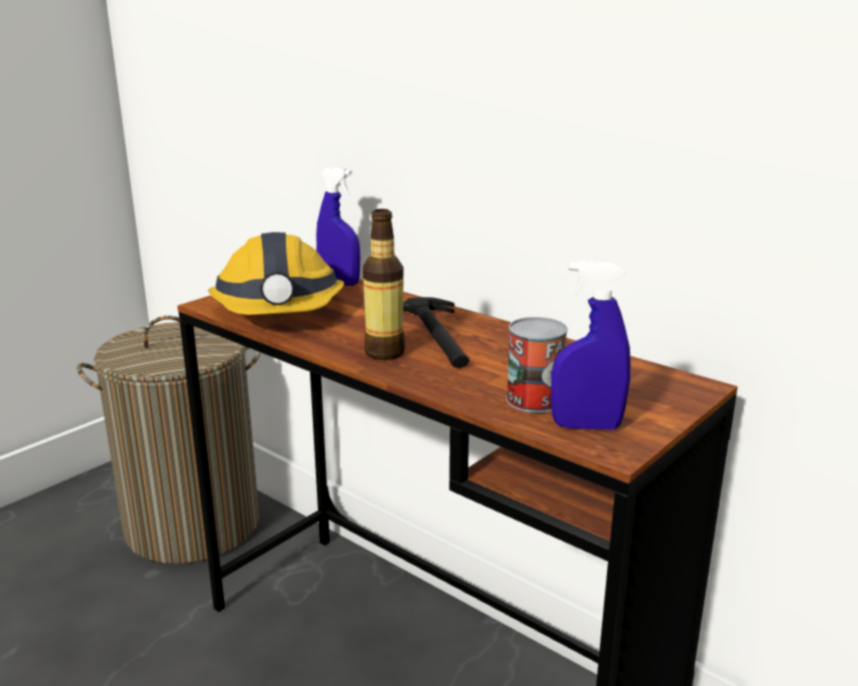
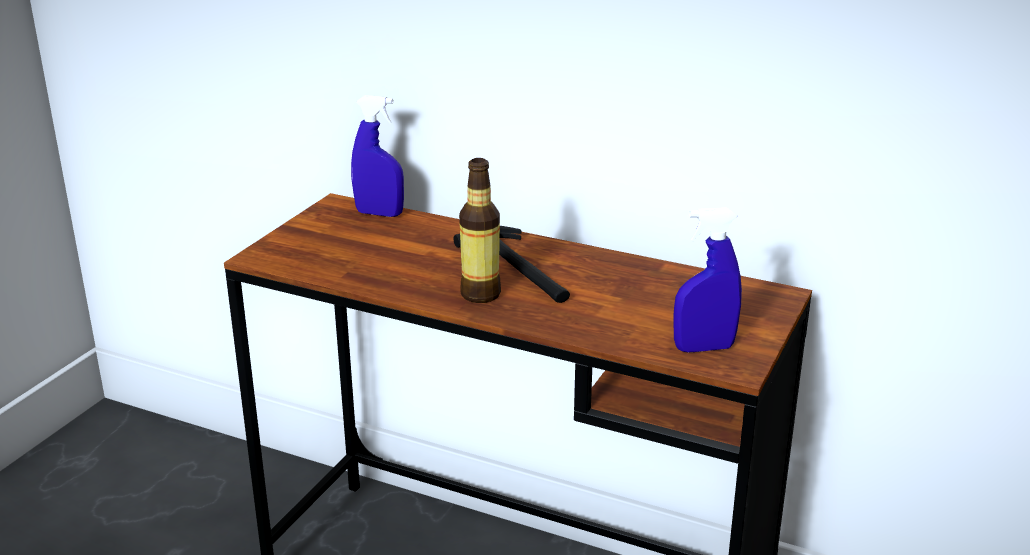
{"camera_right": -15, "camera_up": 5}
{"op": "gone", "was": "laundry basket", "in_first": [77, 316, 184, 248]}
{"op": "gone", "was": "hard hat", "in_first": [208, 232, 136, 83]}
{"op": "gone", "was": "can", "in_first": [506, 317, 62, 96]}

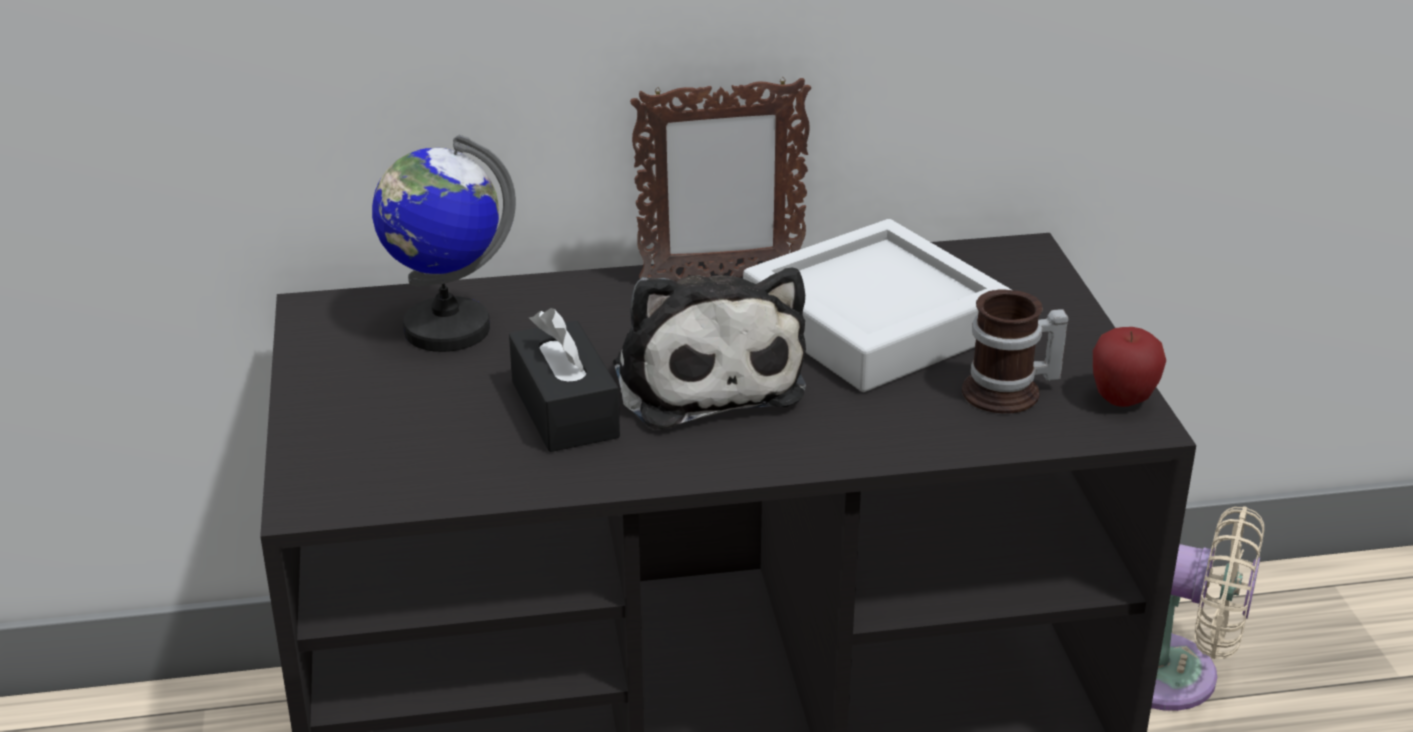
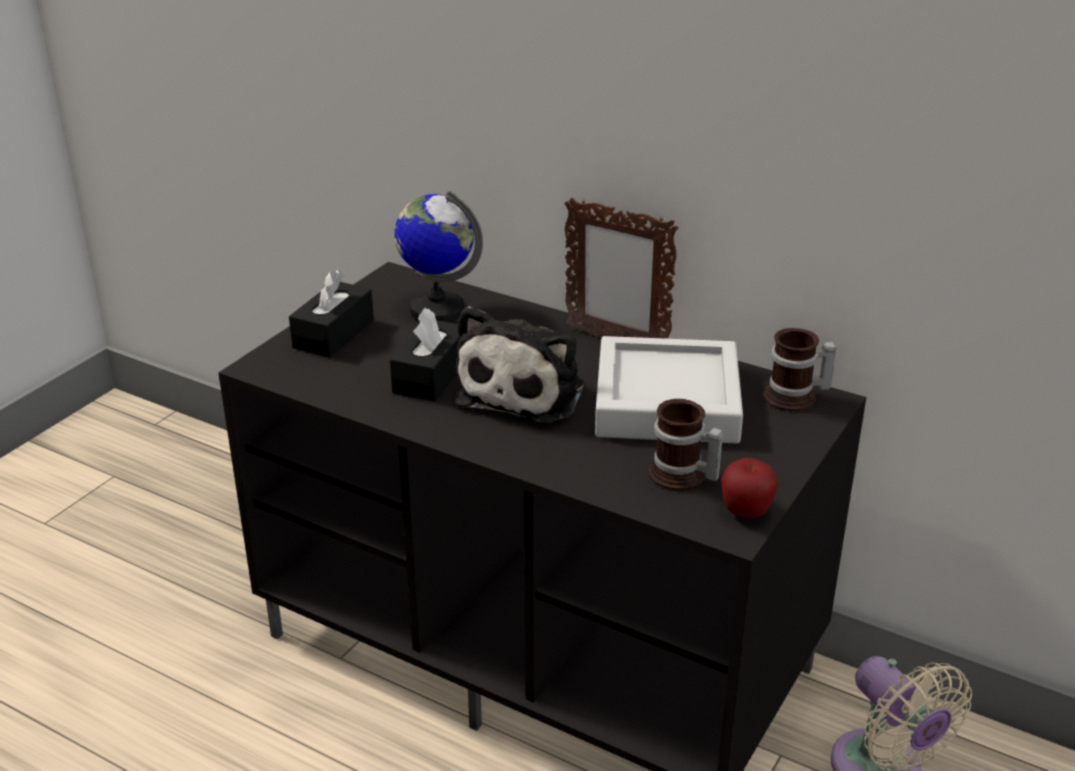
{"camera_right": 40, "camera_up": 0}
{"op": "new", "now": "black tissue box", "in_second": [289, 269, 85, 89]}
{"op": "new", "now": "mug", "in_second": [764, 328, 72, 83]}

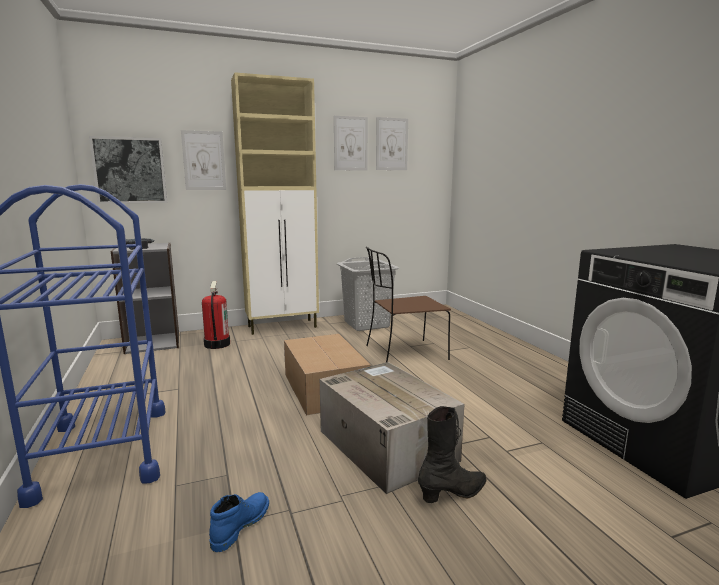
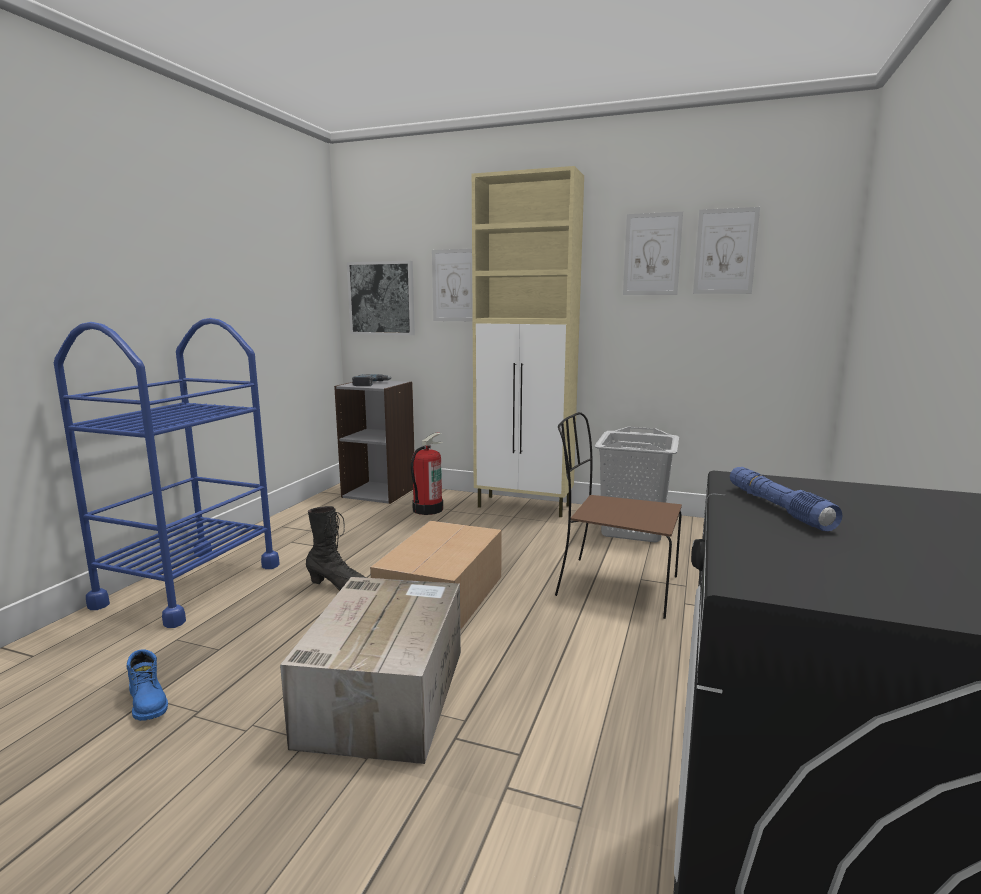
{"camera_right": 40, "camera_up": 0}
{"op": "new", "now": "blue flashlight", "in_second": [730, 467, 113, 64]}
{"op": "shifted", "was": "black boot", "in_first": [418, 406, 69, 97], "in_second": [306, 506, 61, 85]}
{"op": "rotated", "was": "blue boot", "in_first": [209, 492, 60, 60], "in_second": [127, 649, 41, 72], "clockwise": 75}

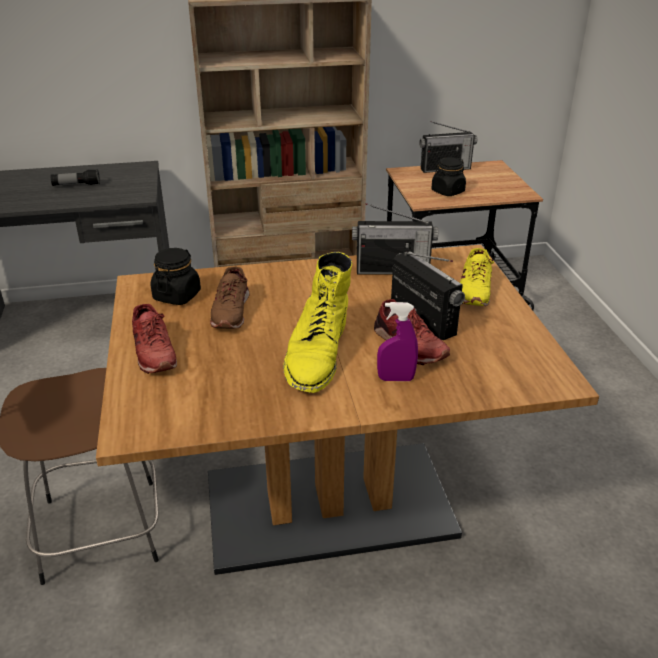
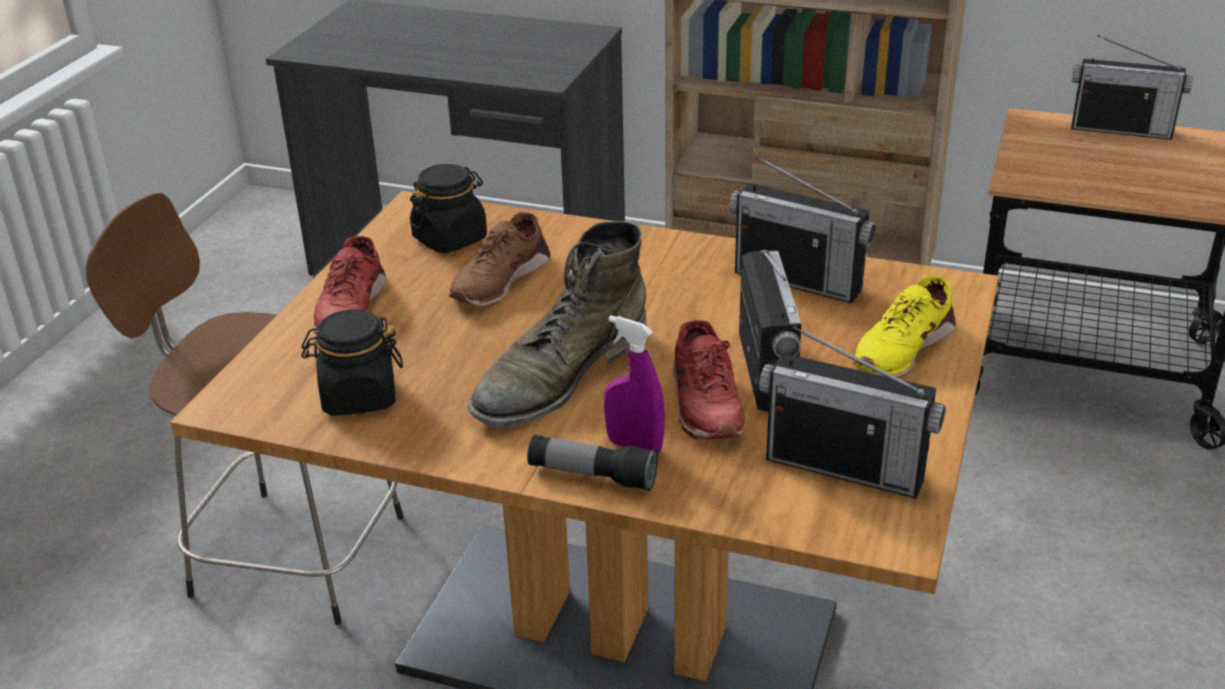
{"camera_right": 30, "camera_up": 0}
{"op": "new", "now": "radio", "in_second": [759, 326, 187, 173]}
{"op": "shifted", "was": "flashlight", "in_first": [50, 169, 50, 17], "in_second": [527, 435, 131, 56]}
{"op": "shifted", "was": "black jar", "in_first": [432, 157, 34, 39], "in_second": [301, 309, 102, 106]}
{"op": "repainted", "was": "yellow boot", "now": "green boot", "in_first": [283, 252, 70, 141], "in_second": [467, 221, 180, 207]}

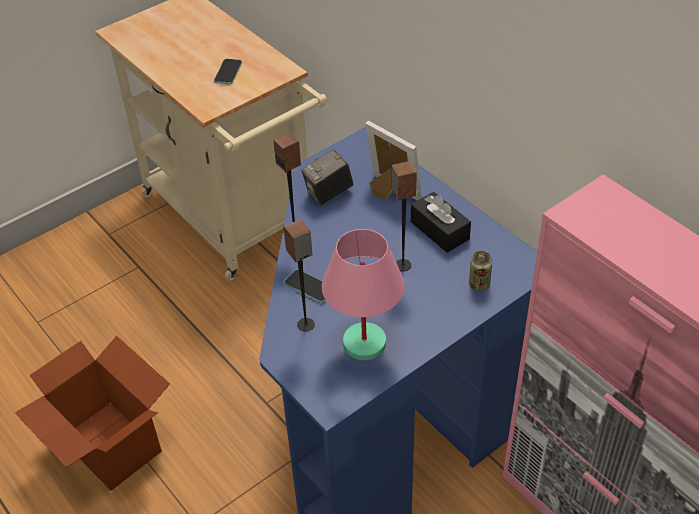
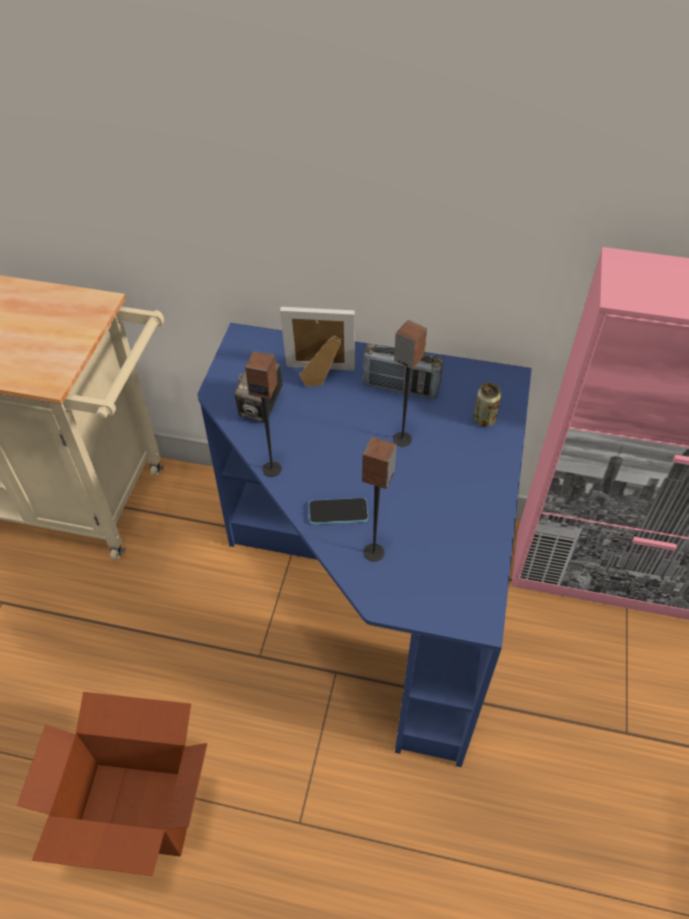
{"camera_right": -40, "camera_up": 5}
{"op": "gone", "was": "phone", "in_first": [214, 59, 28, 25]}
{"op": "gone", "was": "pink table lamp", "in_first": [322, 229, 83, 131]}
{"op": "swapped", "was": "black tissue box", "now": "radio", "in_first": [411, 192, 60, 61], "in_second": [362, 344, 81, 55]}

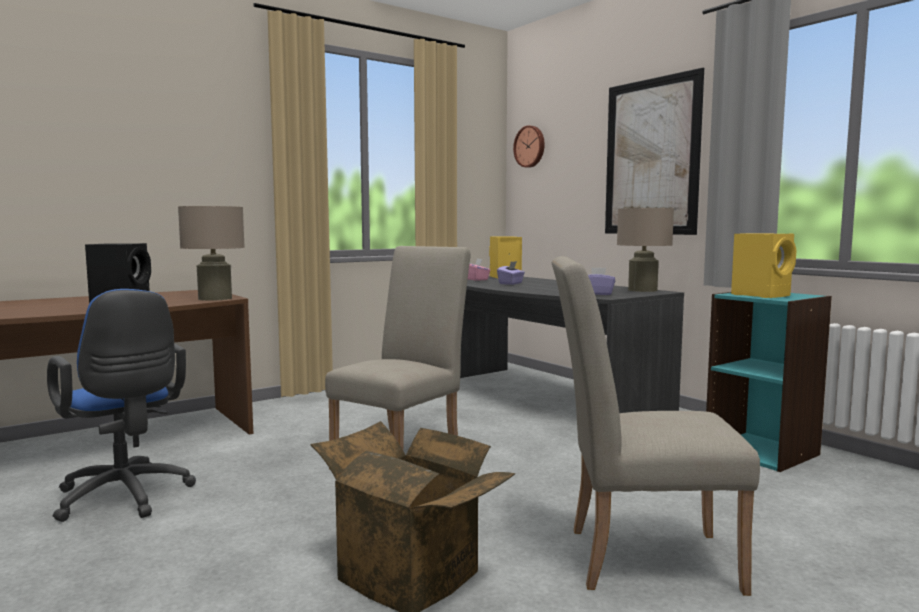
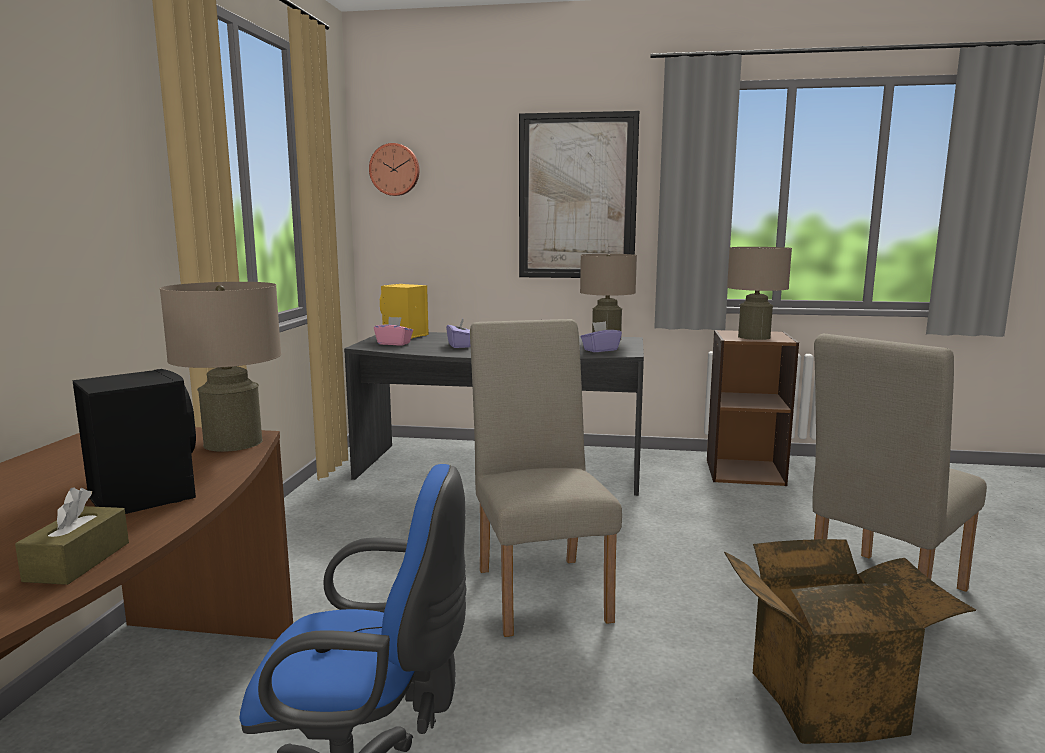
{"camera_right": -45, "camera_up": 5}
{"op": "new", "now": "brown tissue box", "in_second": [15, 488, 114, 97]}
{"op": "swapped", "was": "yellow speaker", "now": "beige table lamp", "in_first": [731, 233, 65, 65], "in_second": [727, 247, 65, 93]}
{"op": "repainted", "was": "turquoise bookcase", "now": "brown bookcase", "in_first": [706, 292, 126, 180], "in_second": [707, 330, 92, 156]}

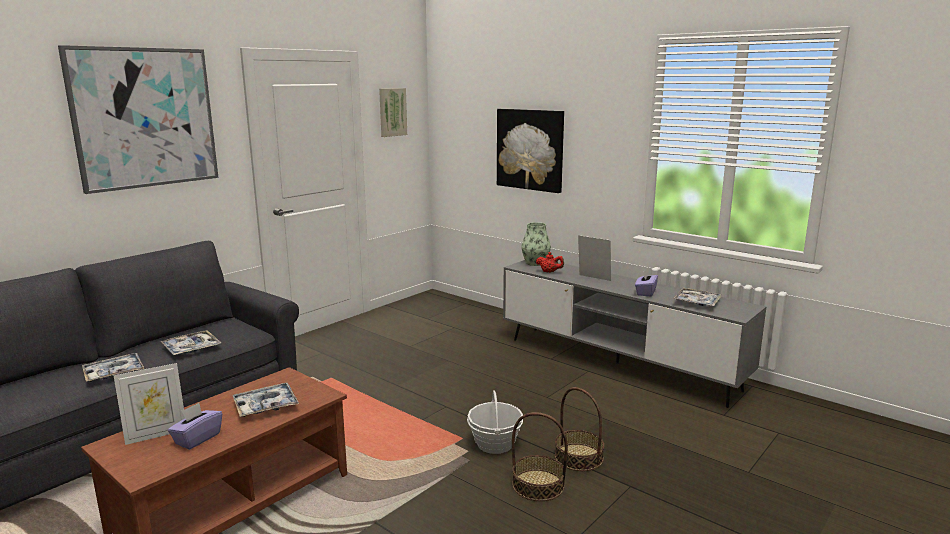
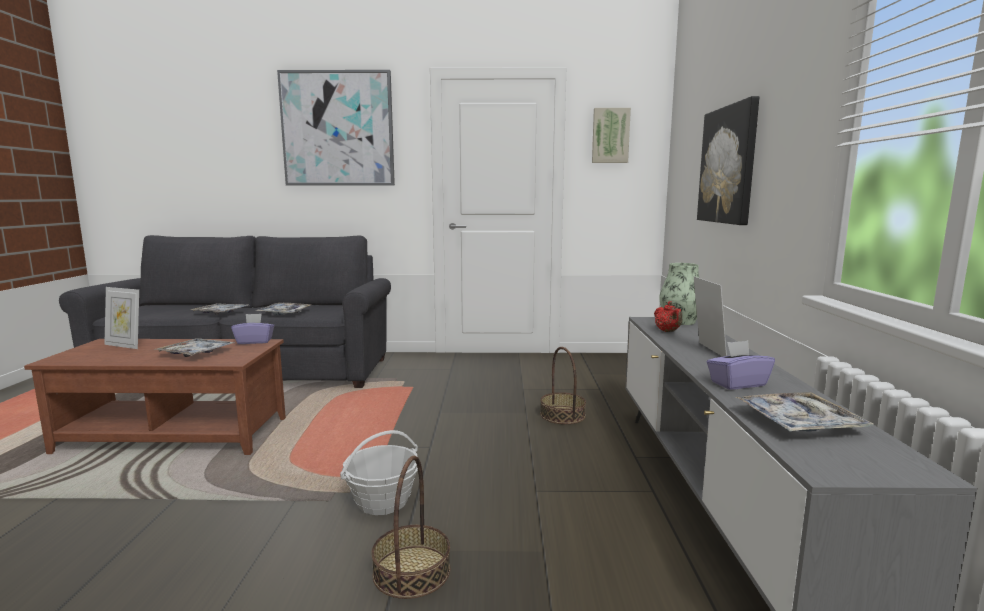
{"camera_right": 50, "camera_up": -5}
{"op": "shifted", "was": "purple tissue box", "in_first": [168, 403, 54, 47], "in_second": [231, 313, 43, 31]}
{"op": "shifted", "was": "basket", "in_first": [512, 412, 56, 89], "in_second": [540, 347, 46, 77]}

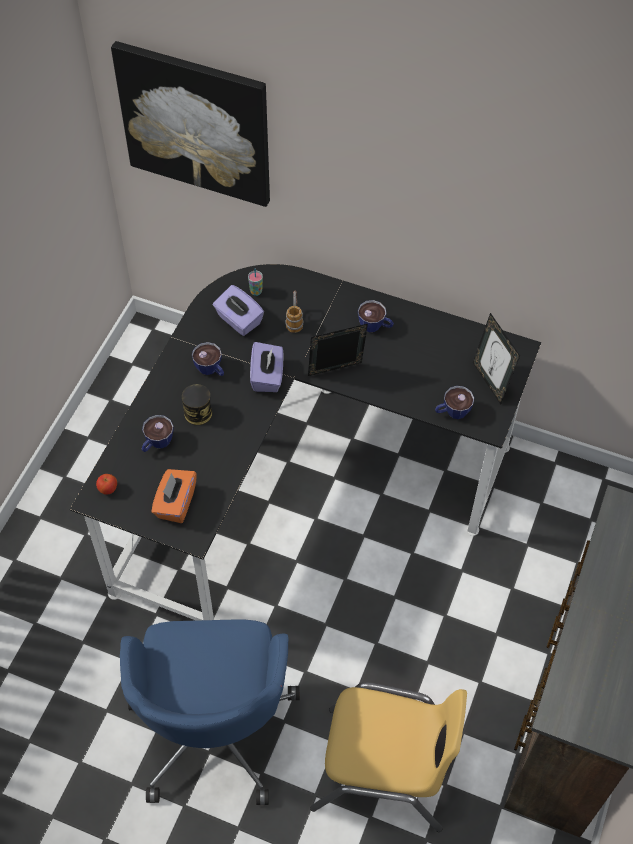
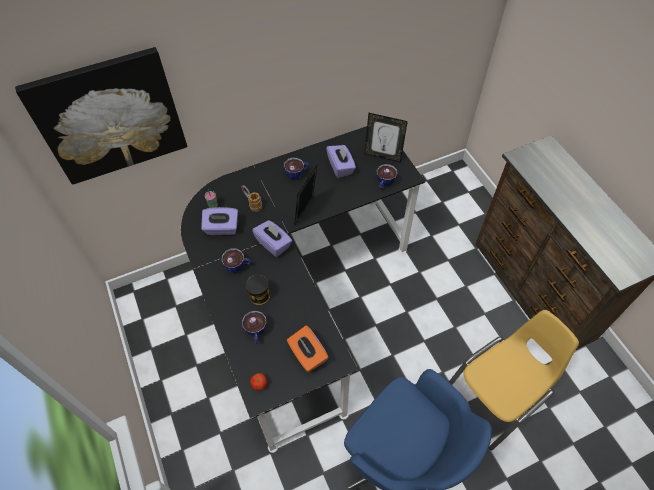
{"camera_right": -45, "camera_up": 0}
{"op": "new", "now": "purple tissue box", "in_second": [326, 145, 30, 33]}

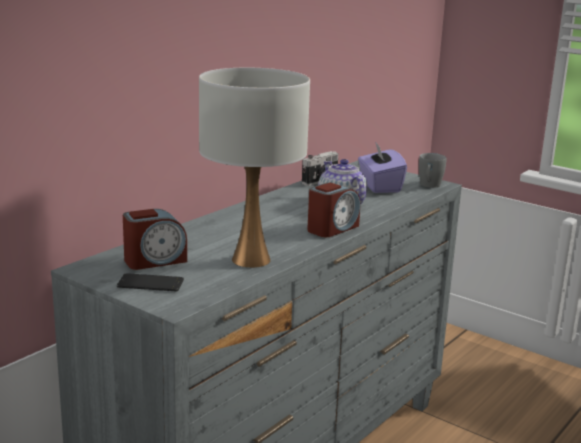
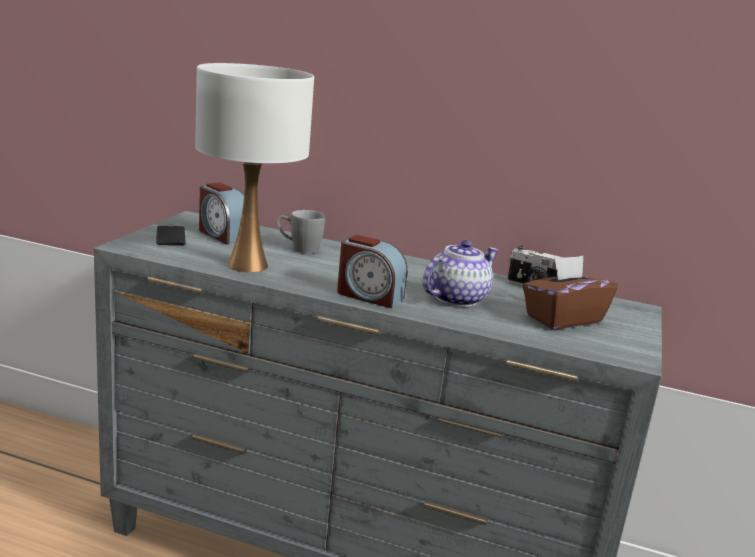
{"camera_right": 70, "camera_up": 0}
{"op": "shifted", "was": "grey mug", "in_first": [419, 153, 28, 35], "in_second": [277, 210, 48, 44]}
{"op": "repainted", "was": "purple tissue box", "now": "brown tissue box", "in_first": [358, 142, 49, 51], "in_second": [523, 256, 95, 73]}

